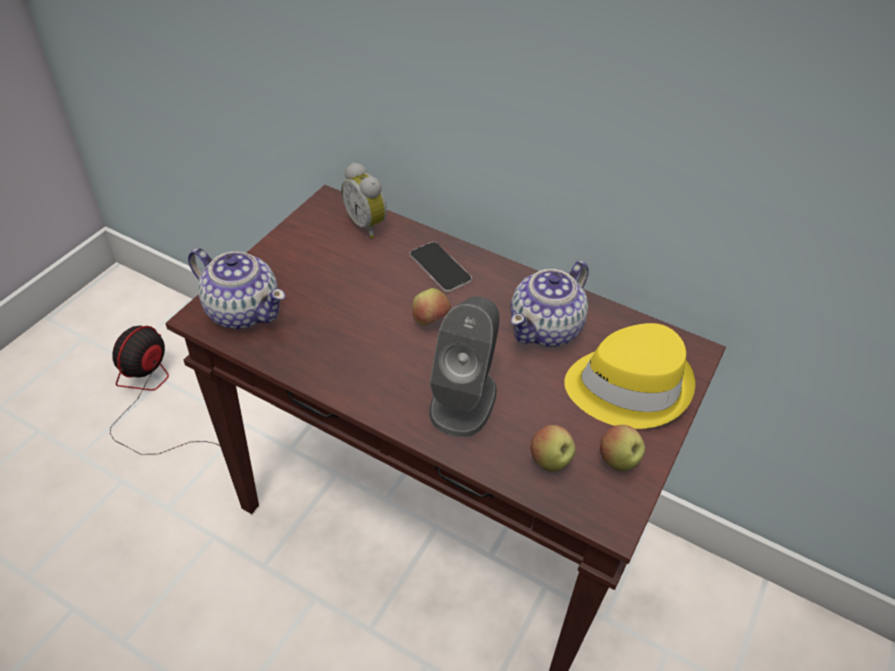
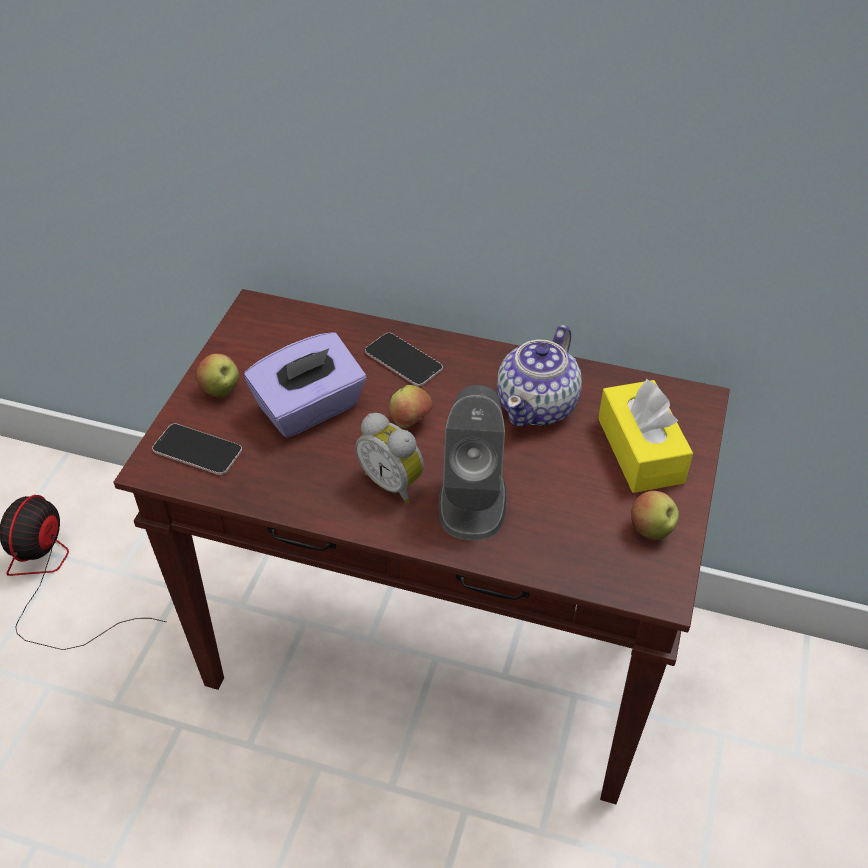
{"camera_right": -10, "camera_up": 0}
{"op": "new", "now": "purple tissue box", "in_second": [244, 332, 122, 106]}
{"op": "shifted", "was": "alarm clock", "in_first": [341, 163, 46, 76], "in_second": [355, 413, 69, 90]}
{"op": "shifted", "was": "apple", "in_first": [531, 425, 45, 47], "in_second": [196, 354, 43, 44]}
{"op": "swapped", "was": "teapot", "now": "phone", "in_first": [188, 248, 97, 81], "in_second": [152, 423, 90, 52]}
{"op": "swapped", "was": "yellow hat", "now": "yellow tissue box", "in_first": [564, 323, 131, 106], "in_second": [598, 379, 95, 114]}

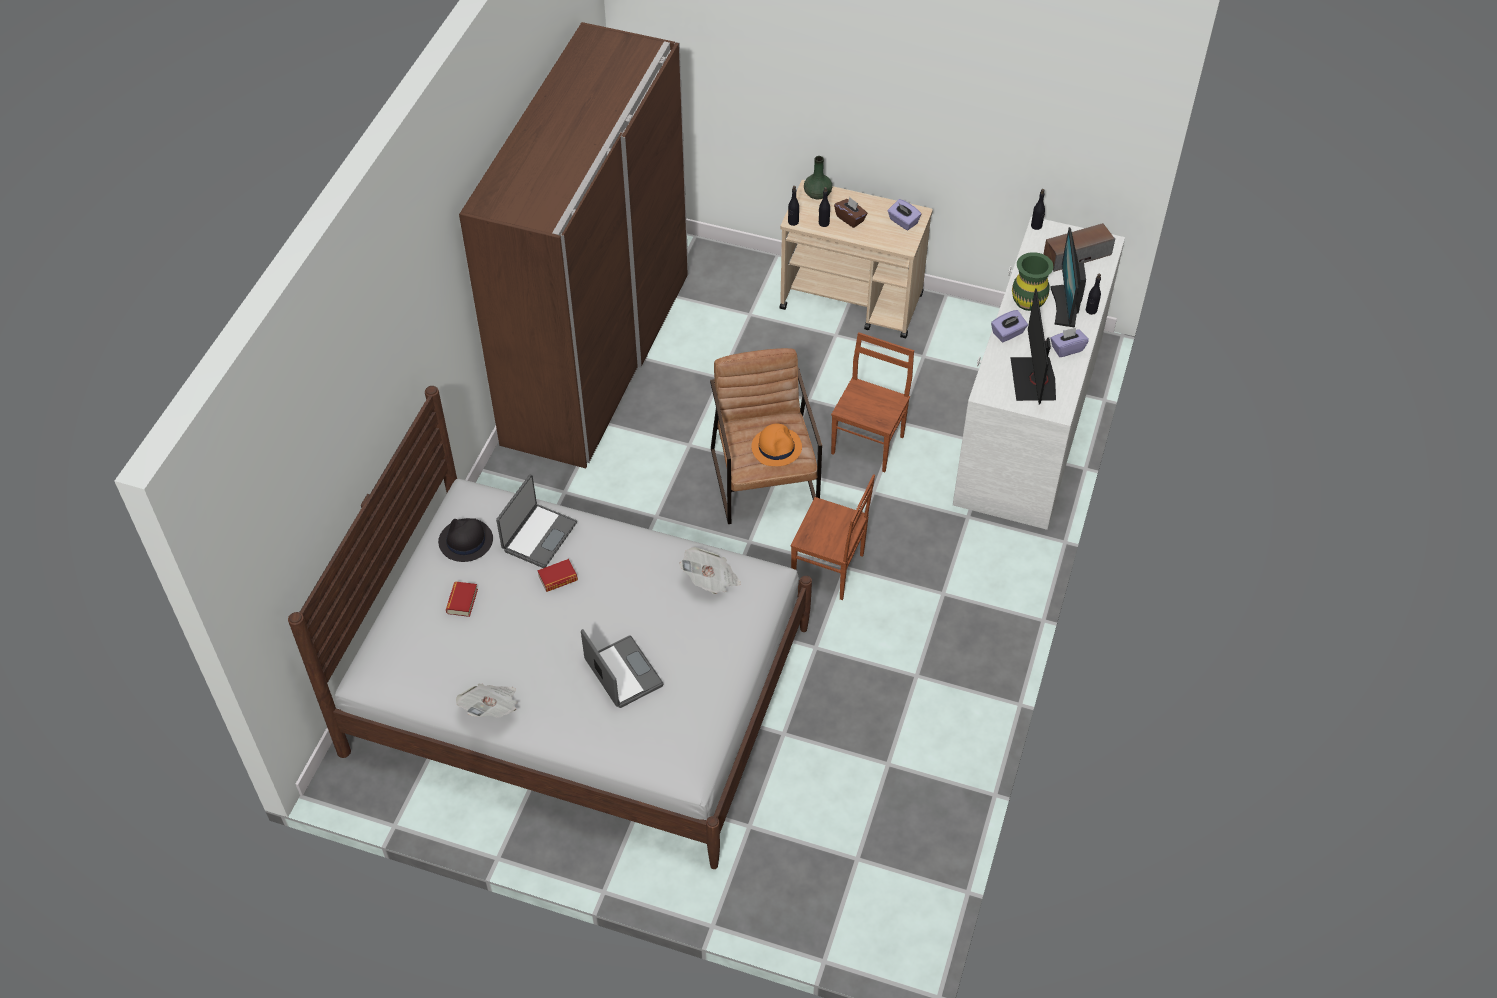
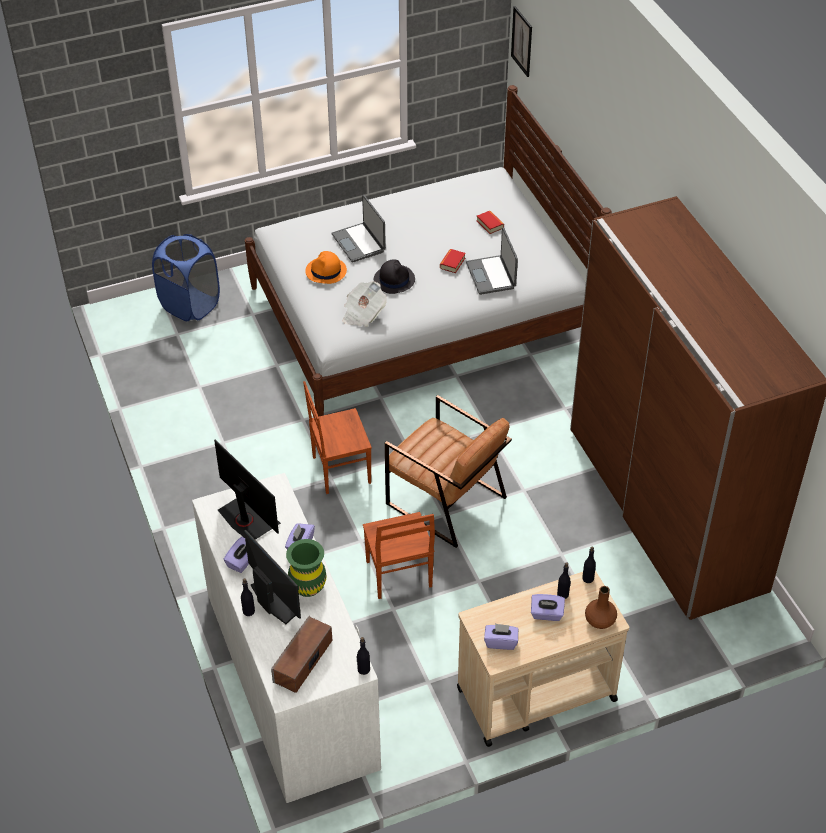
{"camera_right": 140, "camera_up": -5}
{"op": "gone", "was": "newspaper", "in_first": [456, 683, 62, 35]}
{"op": "new", "now": "blue laundry basket", "in_second": [152, 234, 68, 87]}
{"op": "new", "now": "picture", "in_second": [511, 6, 21, 71]}
{"op": "shifted", "was": "black hat", "in_first": [438, 518, 55, 44], "in_second": [374, 259, 41, 35]}
{"op": "shifted", "was": "orange hat", "in_first": [751, 424, 51, 42], "in_second": [305, 251, 42, 33]}
{"op": "repainted", "was": "green vase", "now": "brown vase", "in_first": [804, 156, 28, 43], "in_second": [585, 586, 32, 43]}
{"op": "repainted", "was": "brown tissue box", "now": "purple tissue box", "in_first": [834, 197, 33, 31], "in_second": [531, 594, 34, 27]}
{"op": "rotated", "was": "laptop", "in_first": [581, 629, 82, 79], "in_second": [332, 195, 54, 68], "clockwise": 45}

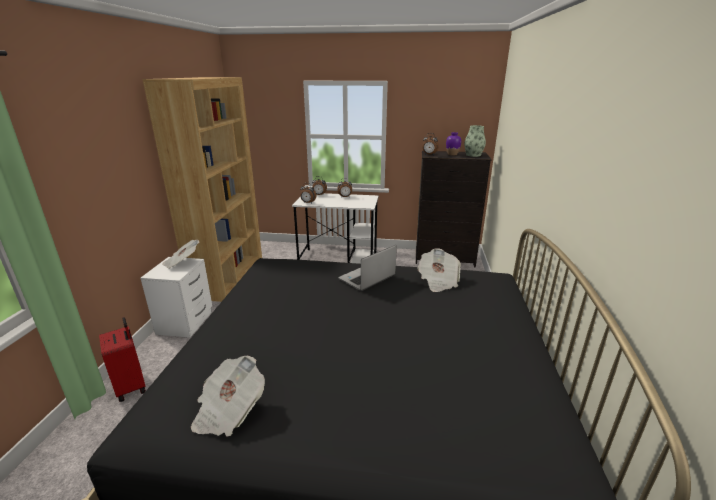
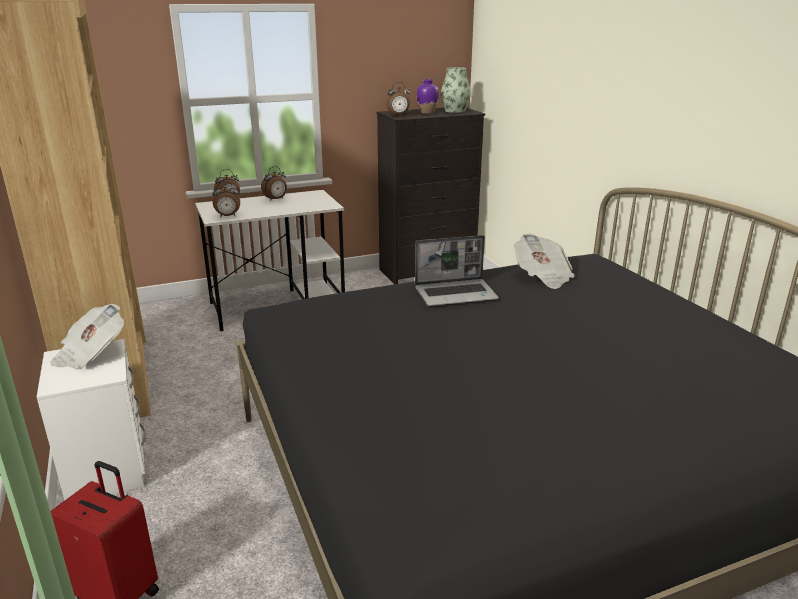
{"camera_right": -30, "camera_up": 0}
{"op": "gone", "was": "newspaper", "in_first": [191, 356, 74, 81]}
{"op": "rotated", "was": "laptop", "in_first": [338, 245, 59, 46], "in_second": [415, 235, 84, 71], "clockwise": -120}

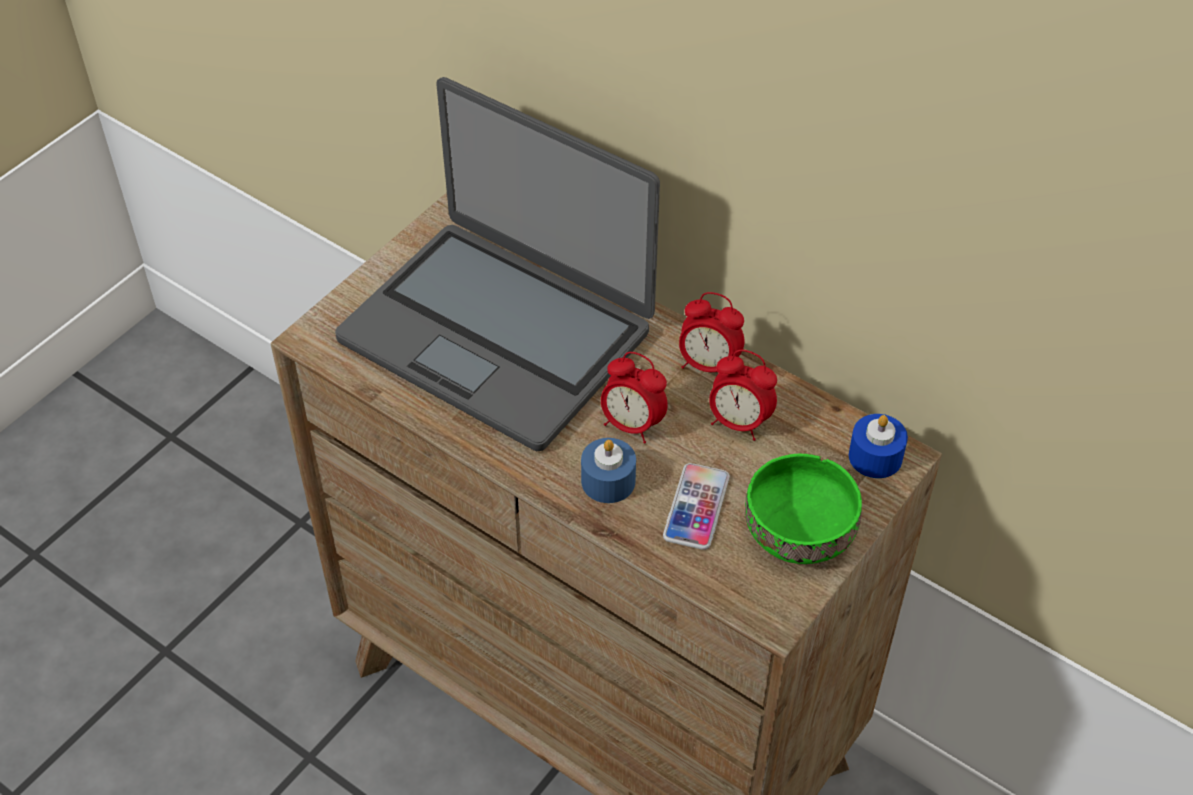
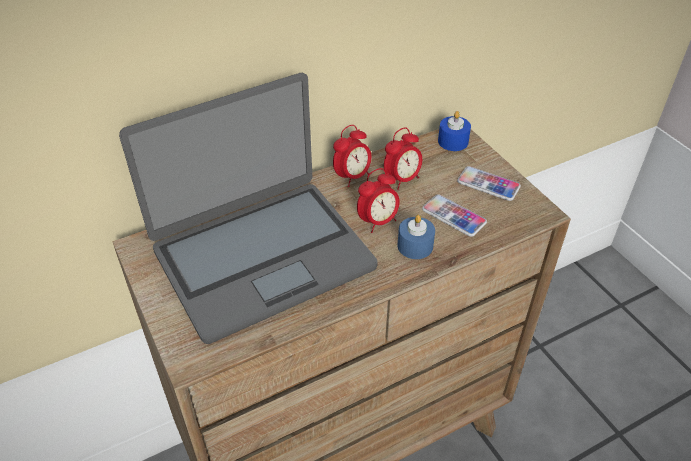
{"camera_right": -65, "camera_up": -5}
{"op": "swapped", "was": "green bowl", "now": "phone", "in_first": [745, 454, 117, 110], "in_second": [457, 166, 64, 35]}

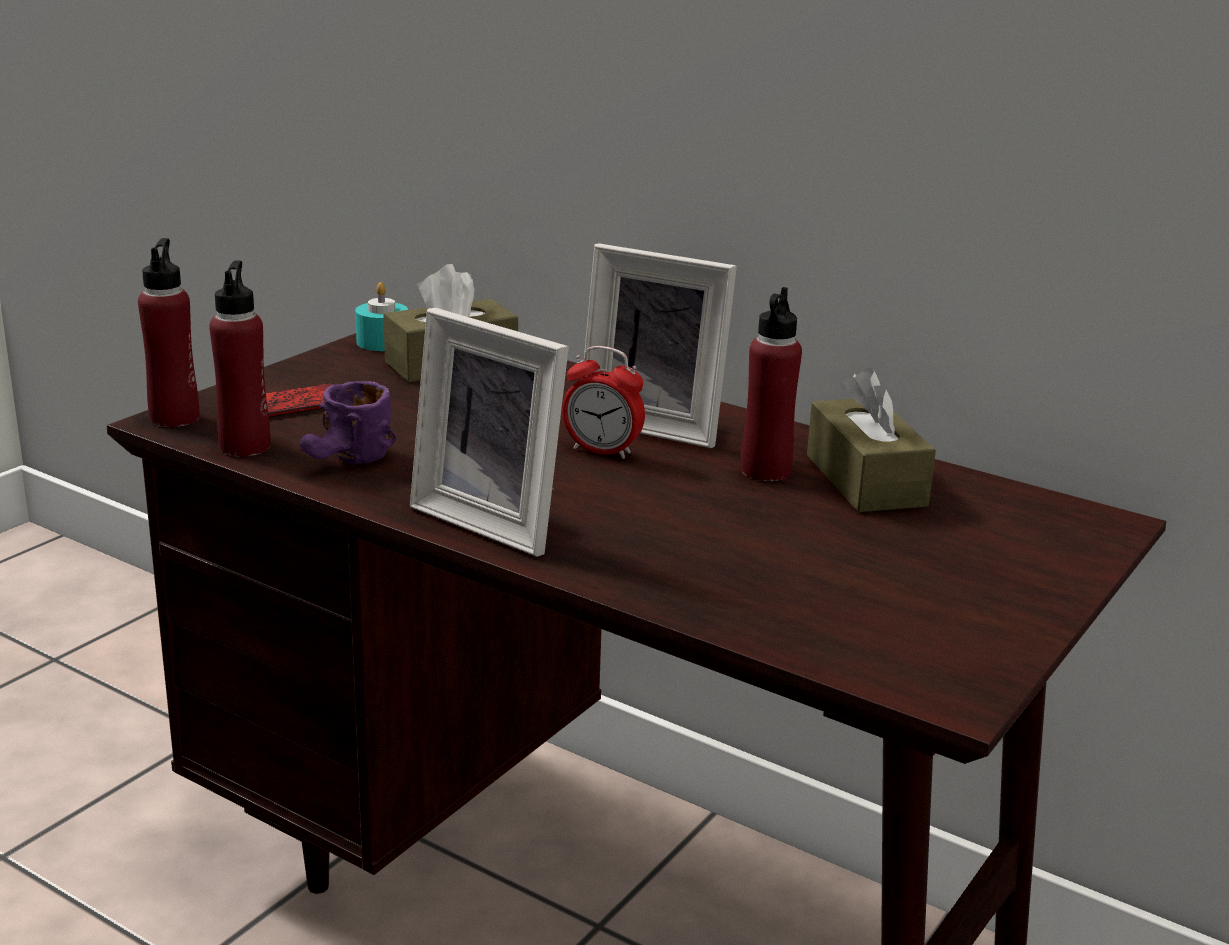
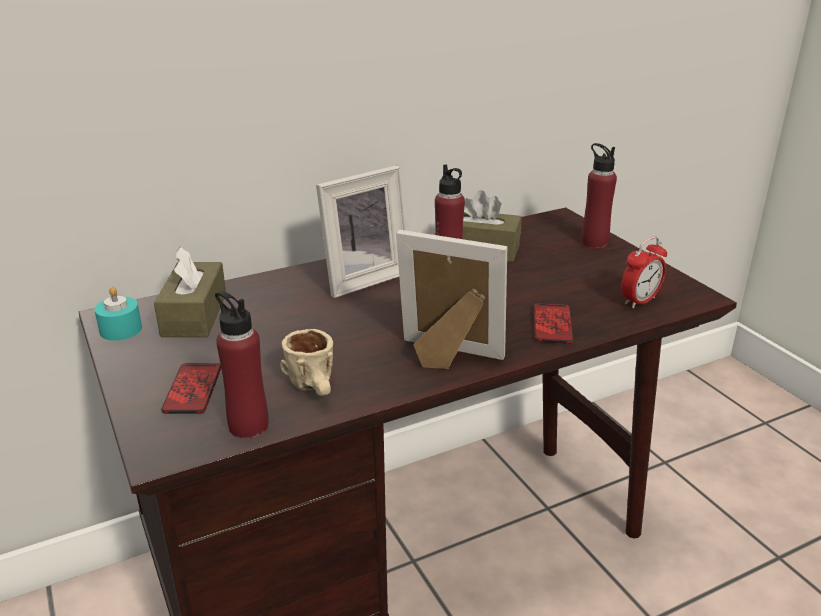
{"camera_right": -60, "camera_up": 5}
{"op": "new", "now": "phone", "in_second": [534, 303, 40, 41]}
{"op": "shifted", "was": "red bottle", "in_first": [138, 238, 61, 189], "in_second": [581, 143, 36, 105]}
{"op": "shifted", "was": "alarm clock", "in_first": [562, 346, 83, 113], "in_second": [621, 237, 46, 71]}
{"op": "repainted", "was": "purple mug", "now": "beige mug", "in_first": [300, 381, 97, 83], "in_second": [280, 329, 53, 67]}
{"op": "rotated", "was": "picture frame", "in_first": [410, 308, 159, 249], "in_second": [396, 230, 111, 139], "clockwise": -135}

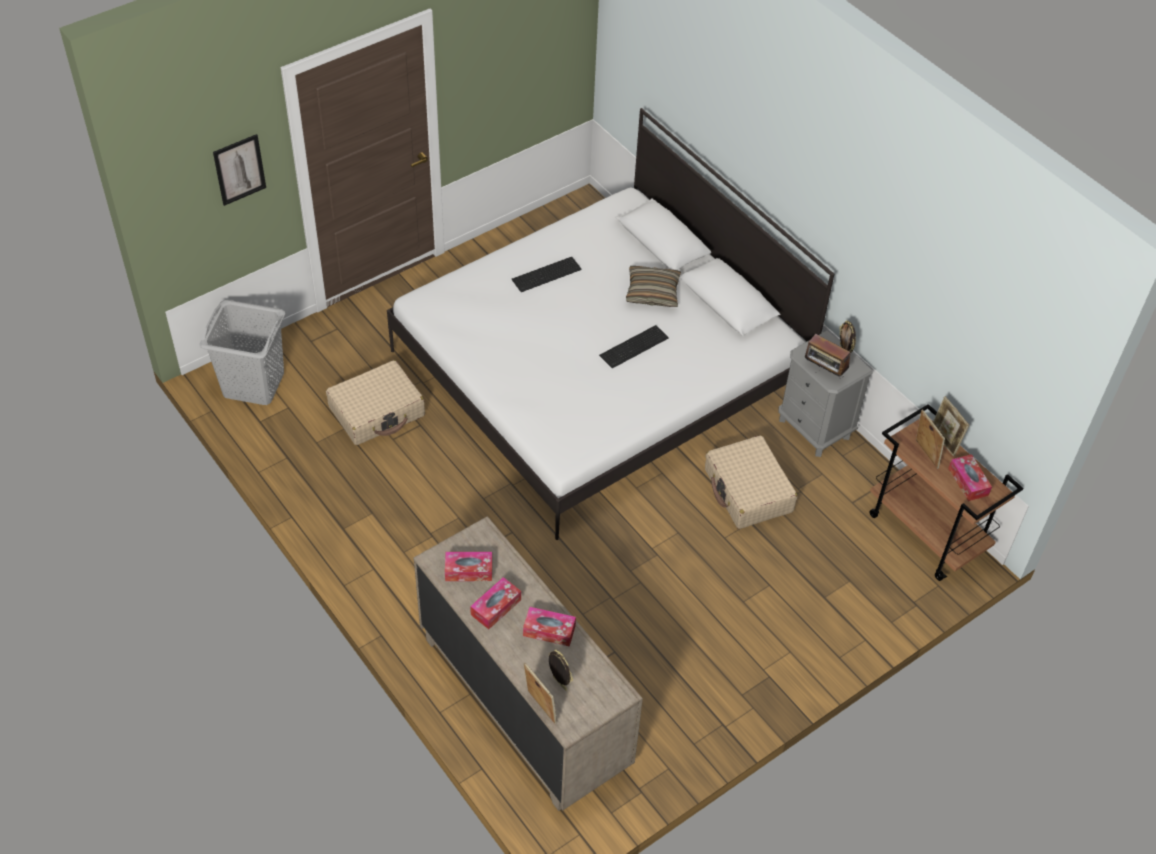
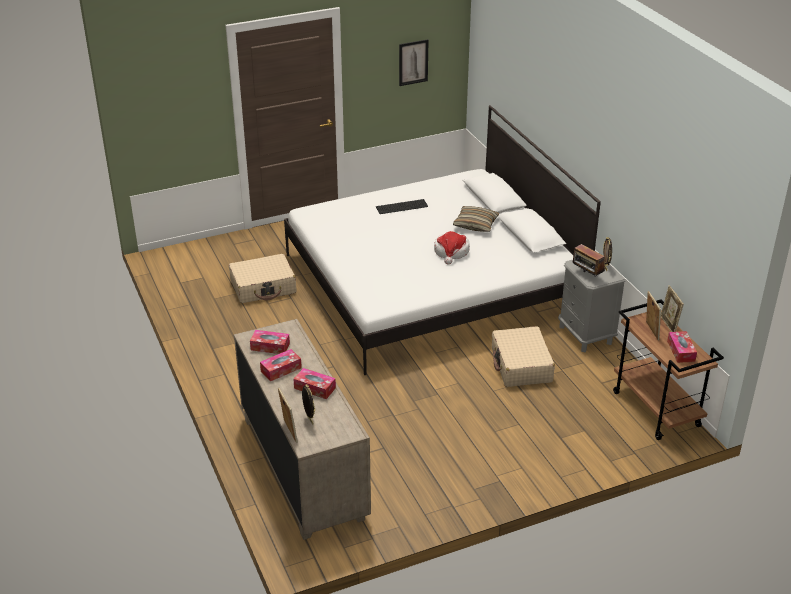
{"camera_right": 15, "camera_up": -15}
{"op": "gone", "was": "grey laundry basket", "in_first": [199, 300, 86, 105]}
{"op": "shifted", "was": "picture", "in_first": [213, 134, 53, 72], "in_second": [399, 39, 29, 47]}
{"op": "swapped", "was": "keyboard", "now": "hat", "in_first": [599, 325, 69, 43], "in_second": [434, 231, 36, 34]}

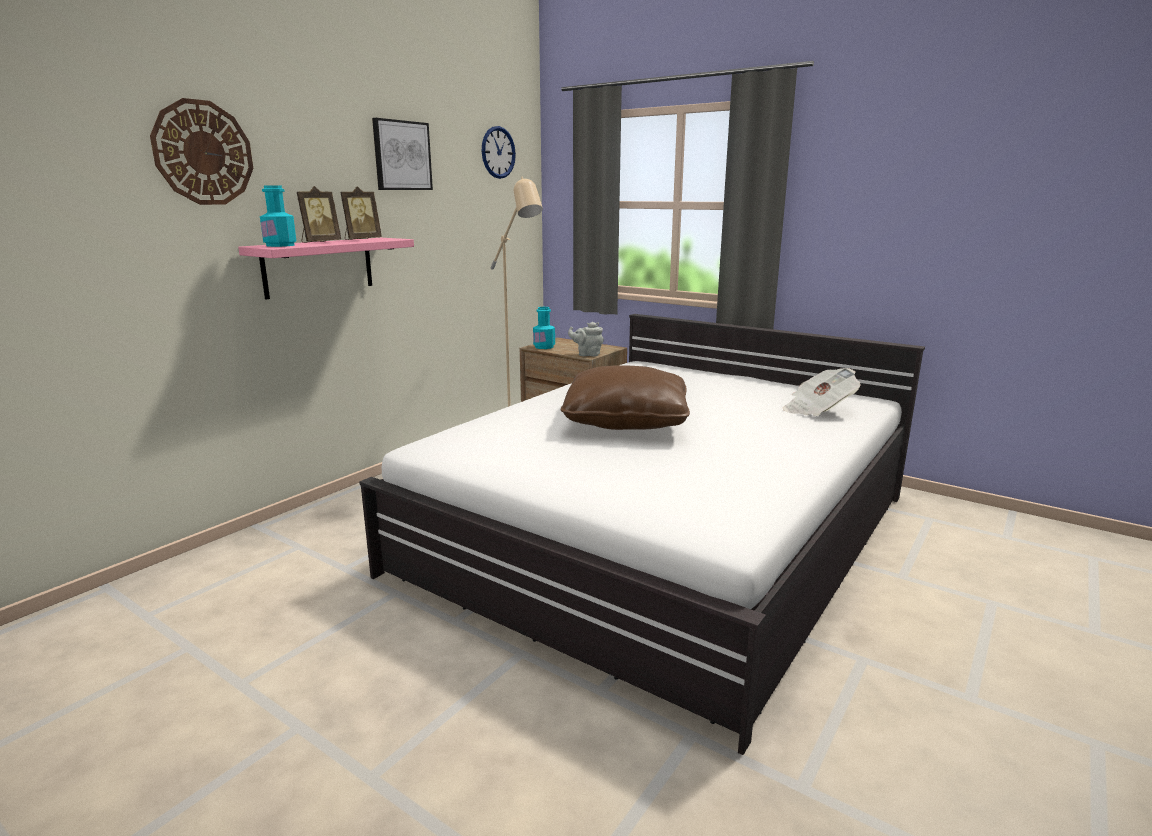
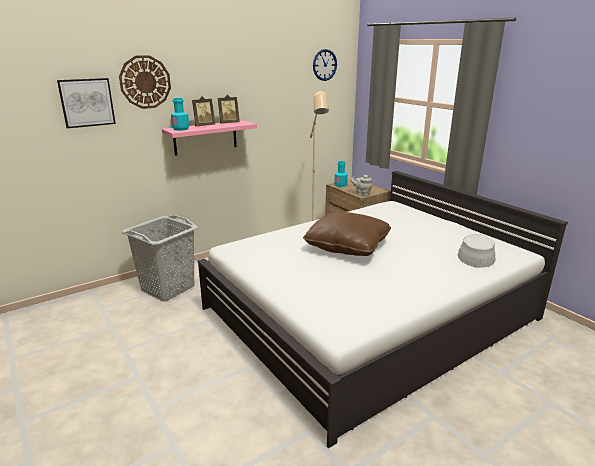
{"camera_right": 20, "camera_up": 5}
{"op": "new", "now": "grey laundry basket", "in_second": [122, 215, 76, 86]}
{"op": "shifted", "was": "picture", "in_first": [372, 118, 61, 72], "in_second": [57, 78, 59, 50]}
{"op": "swapped", "was": "newspaper", "now": "grey hat", "in_first": [783, 368, 77, 48], "in_second": [457, 234, 39, 34]}

